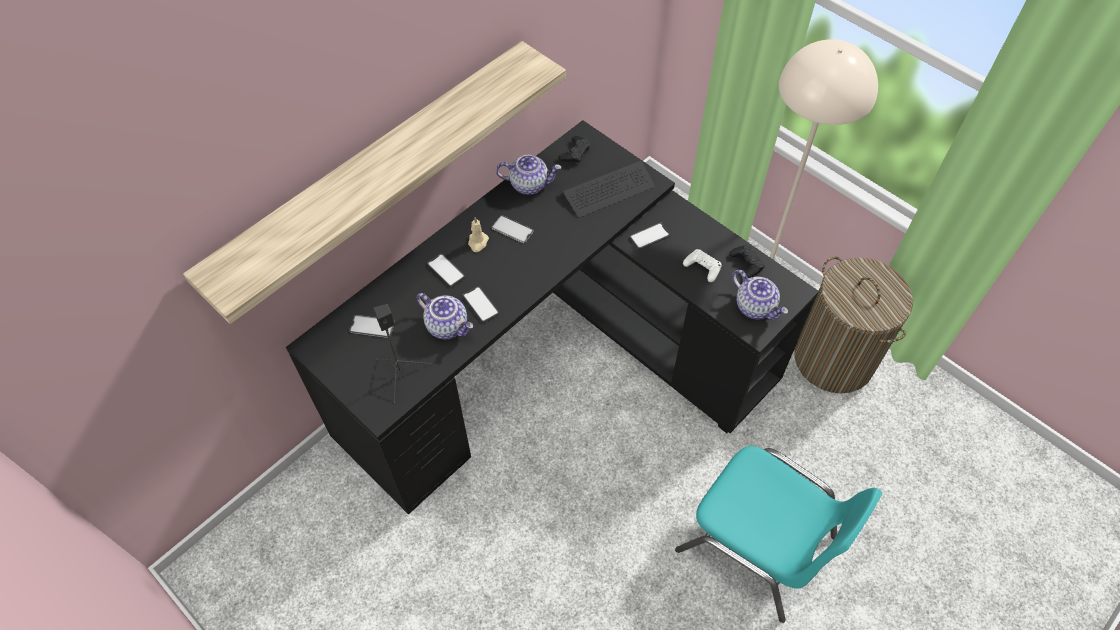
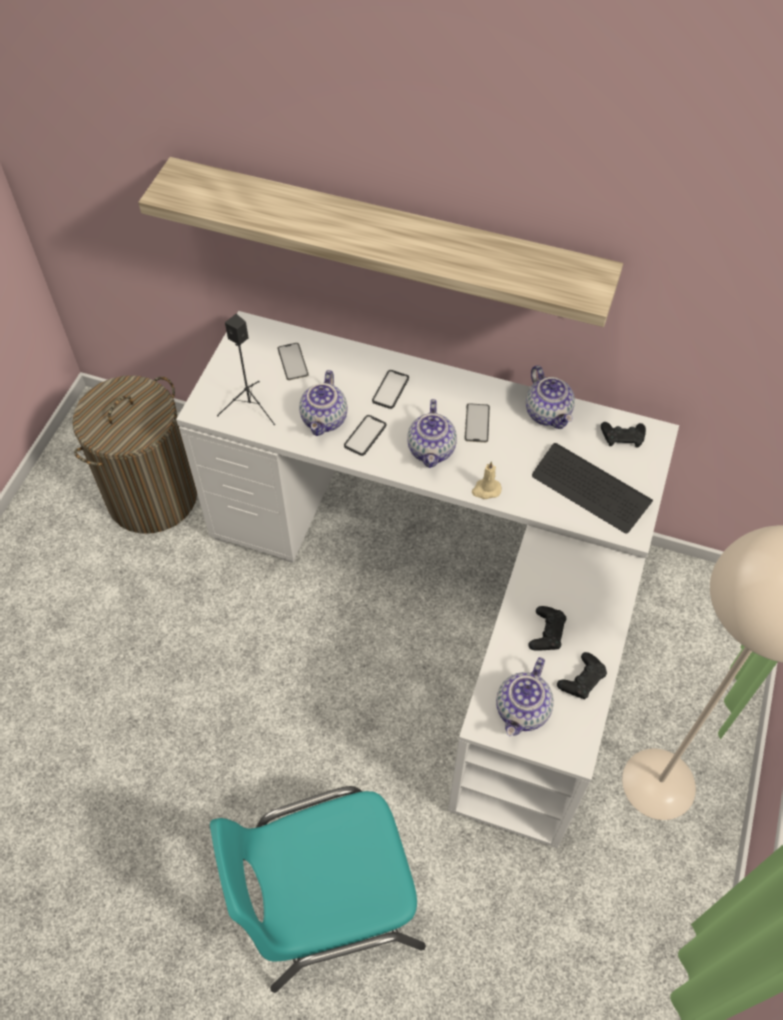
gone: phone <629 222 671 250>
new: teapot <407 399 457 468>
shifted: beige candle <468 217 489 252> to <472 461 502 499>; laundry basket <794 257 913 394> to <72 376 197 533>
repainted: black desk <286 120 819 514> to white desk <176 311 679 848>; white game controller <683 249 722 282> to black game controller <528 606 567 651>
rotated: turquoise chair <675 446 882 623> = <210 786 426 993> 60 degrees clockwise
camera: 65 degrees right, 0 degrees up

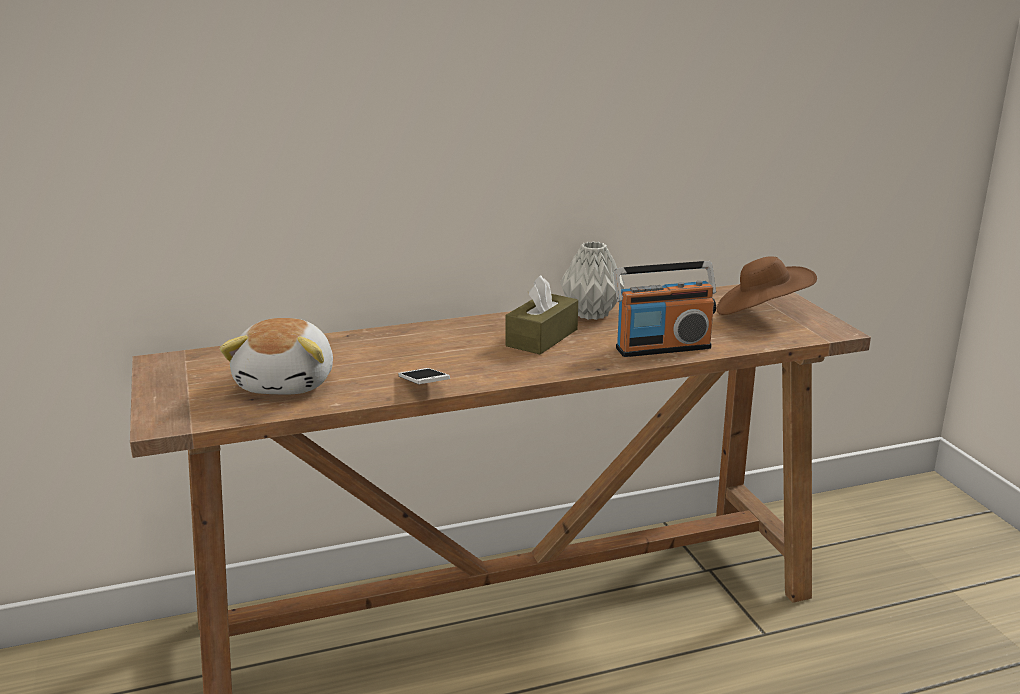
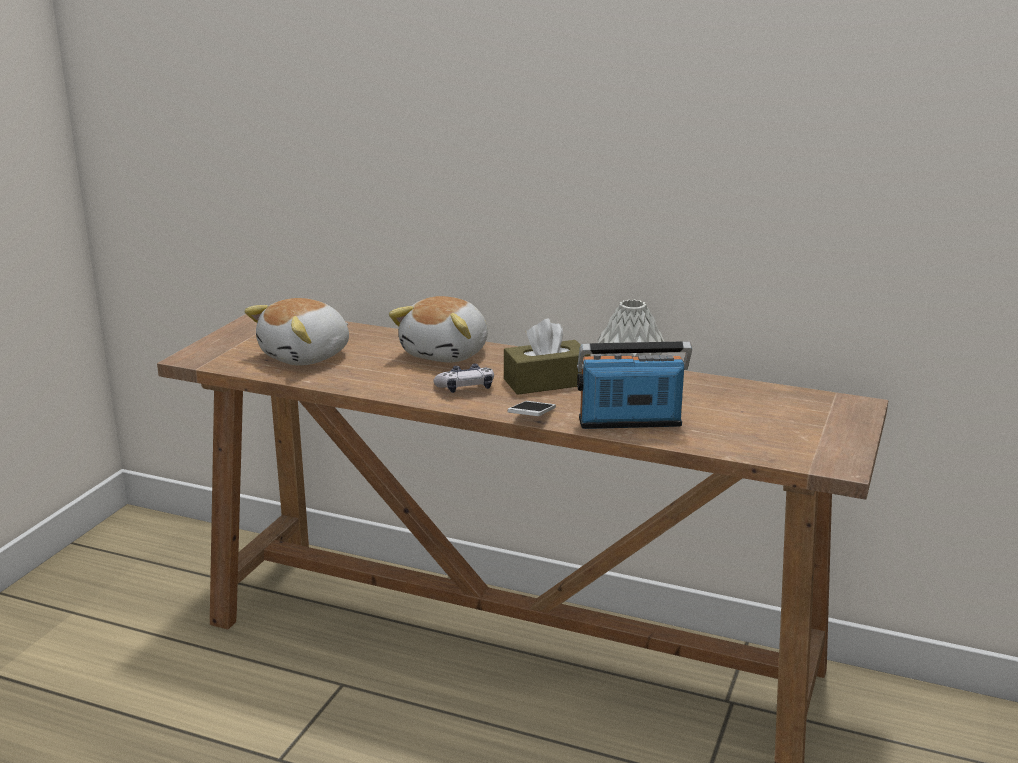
gone: brown hat <716 256 817 315>
new: plush toy <389 296 488 363>; game controller <433 364 494 393>
shifted: phone <398 368 450 384> to <508 401 556 416>
rotated: radio <614 261 716 357> = <577 342 692 429> 150 degrees clockwise
camera: 40 degrees right, 0 degrees up

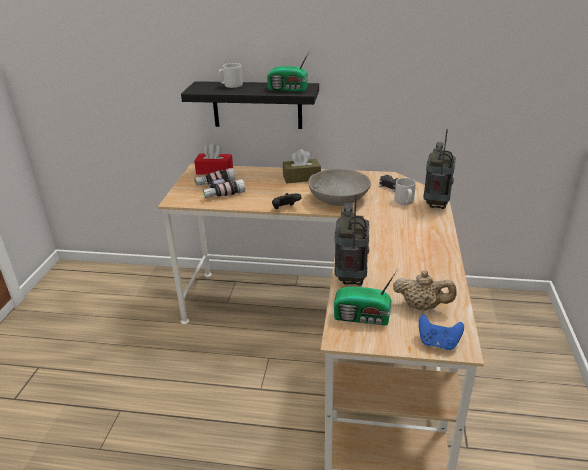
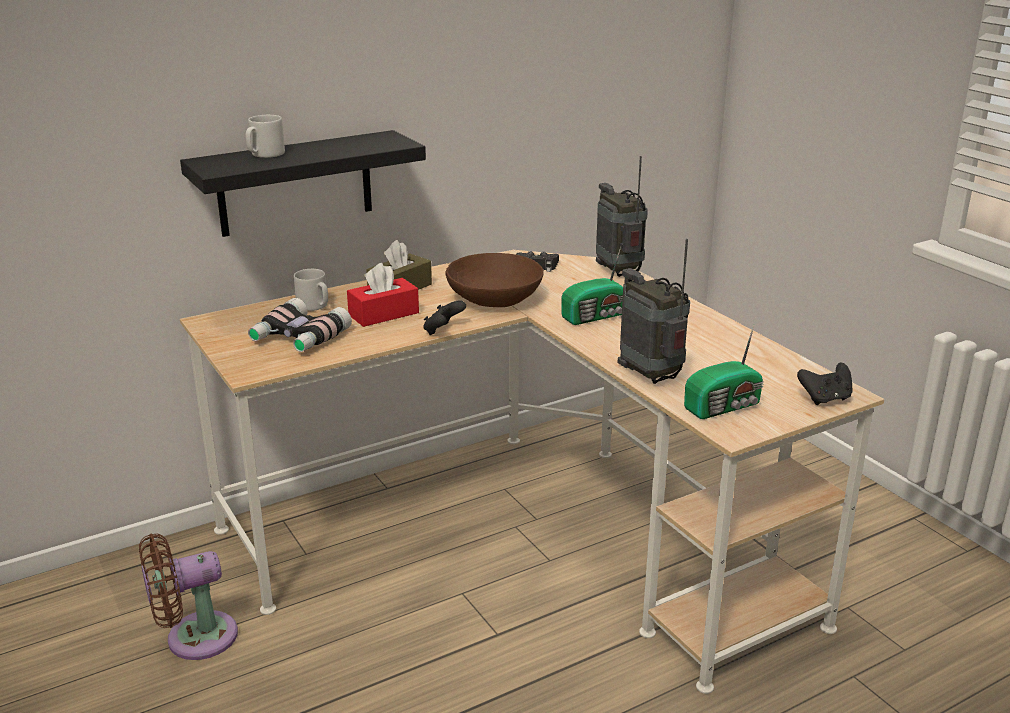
gone: beige teapot <393 270 457 311>
new: brown fan <139 534 238 660>
shifted: radio <267 50 310 92> to <561 247 623 325>; red tissue box <194 143 233 175> to <347 263 419 327>; grey mug <395 178 416 205> to <294 269 328 311>
repainted: grey bowl <308 169 371 206> to brown bowl <445 253 544 307>; blue game controller <419 315 464 350> to black game controller <797 362 852 405>
camera: 40 degrees left, 5 degrees down

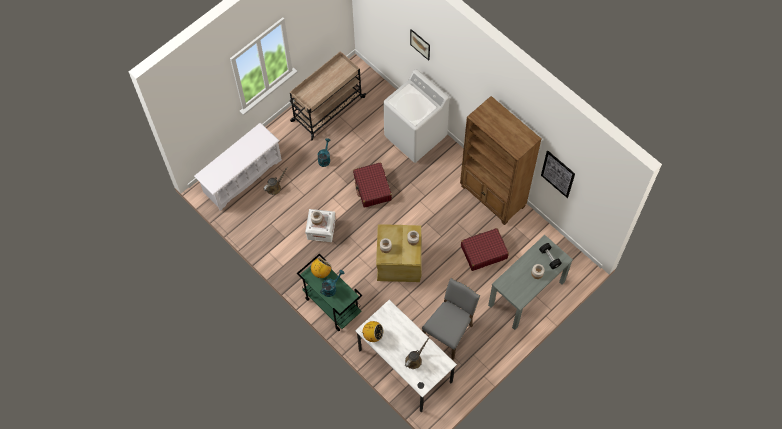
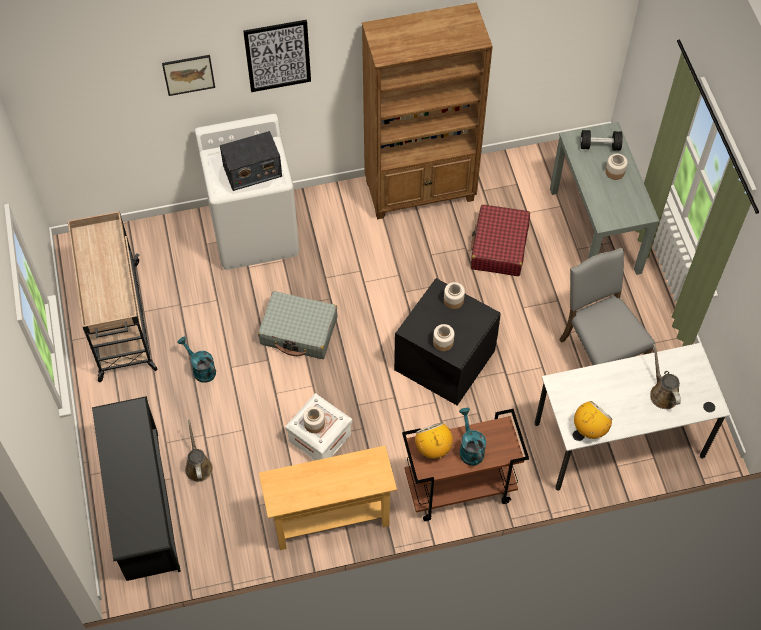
new: radio <220 131 282 191>; beige console table <259 445 397 550>
shifted: picture <541 151 575 198> to <243 20 311 92>
repainted: white shoe rack <194 123 282 211> to black shoe rack <92 396 181 581>; red suitcase <353 162 392 208> to grey suitcase <258 291 338 359>; beige storage box <376 224 422 282> to black storage box <394 278 501 405>; green cart <297 254 362 331> to brown cart <402 409 529 521>
camera: 60 degrees left, 5 degrees down

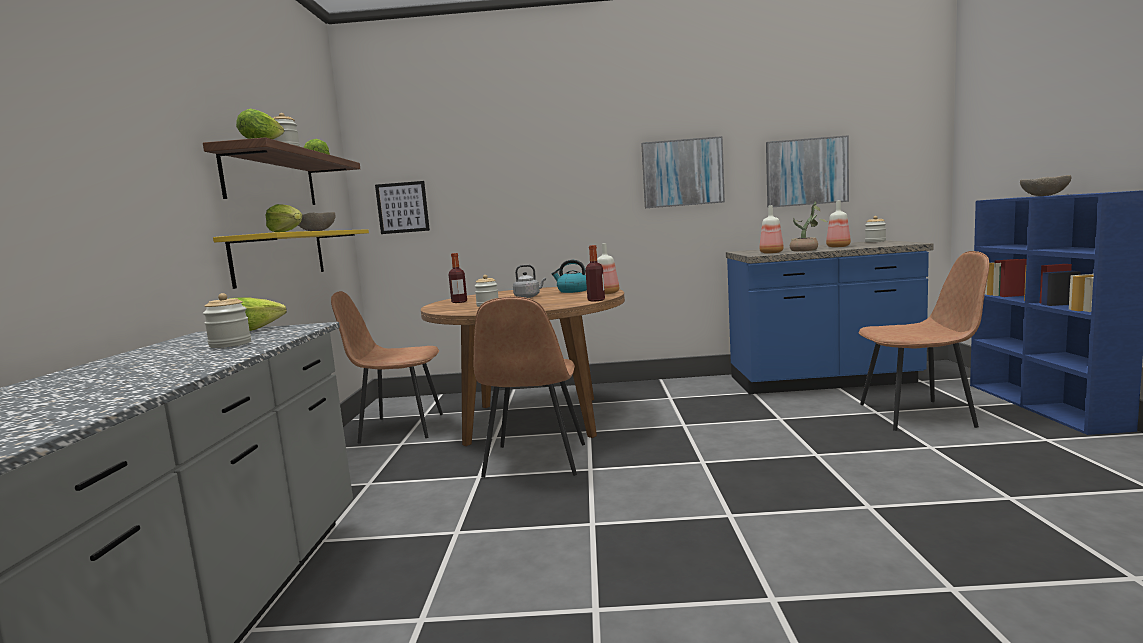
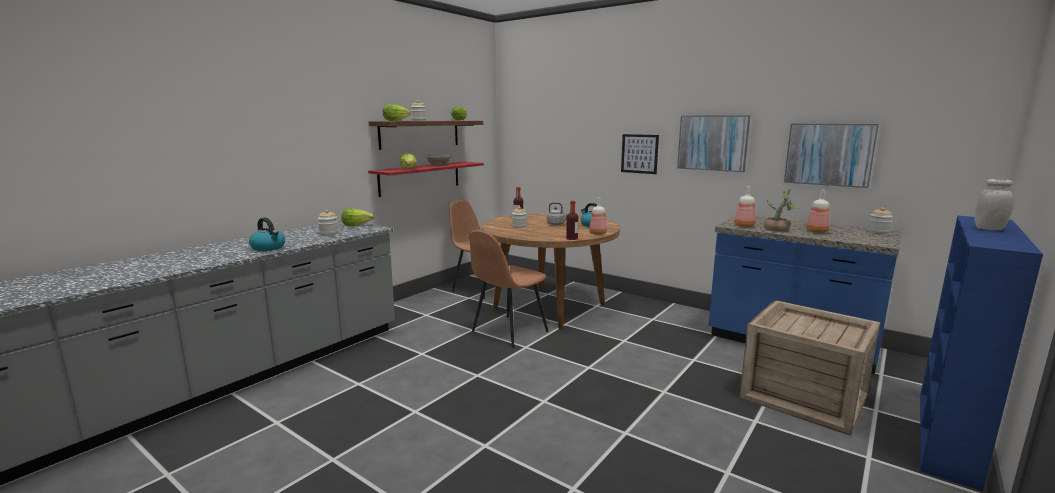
new: kettle <249 217 285 251>
shifted: picture <375 181 430 234> to <621 134 659 174>
swapped: beige bowl <1020 175 1071 196> to white jar <974 179 1013 230>; brown chair <859 251 989 431> to crate <739 300 880 436>
repainted: yellow shelf <213 229 369 289> to red shelf <368 162 484 197>
camera: 35 degrees right, 5 degrees up

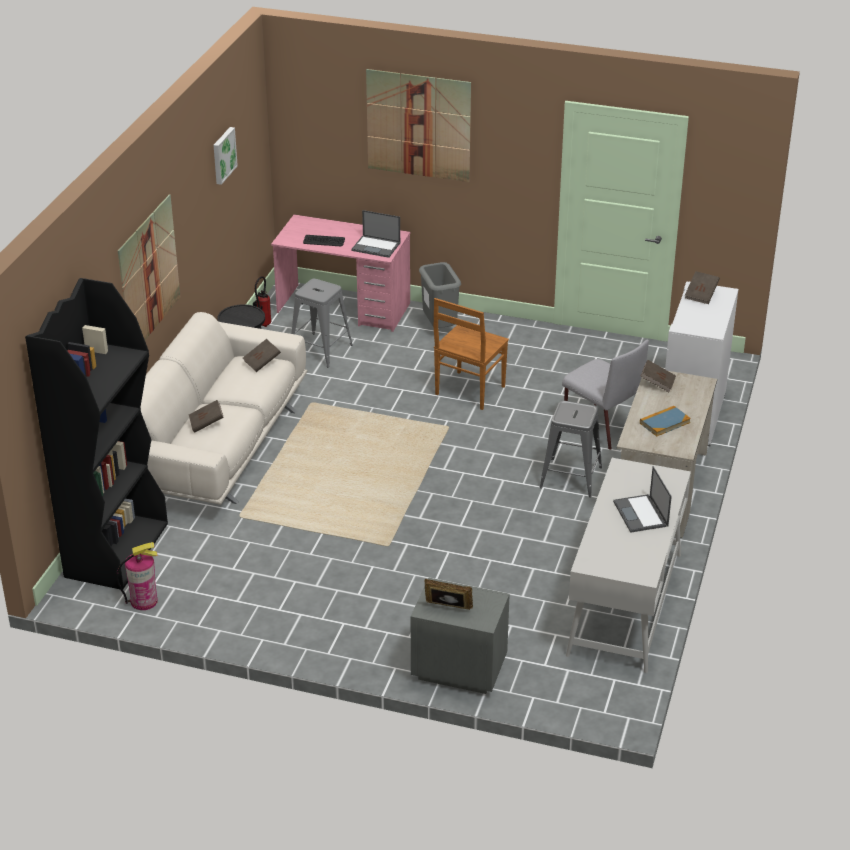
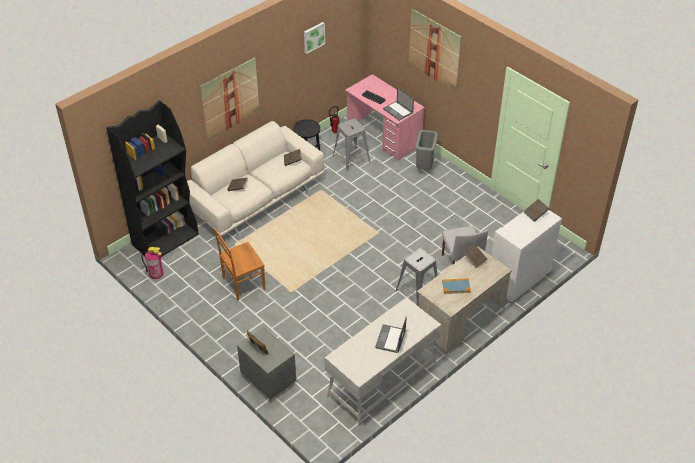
shifted: brown chair <434 298 509 410> to <214 228 265 300>
camera: 30 degrees right, 10 degrees up

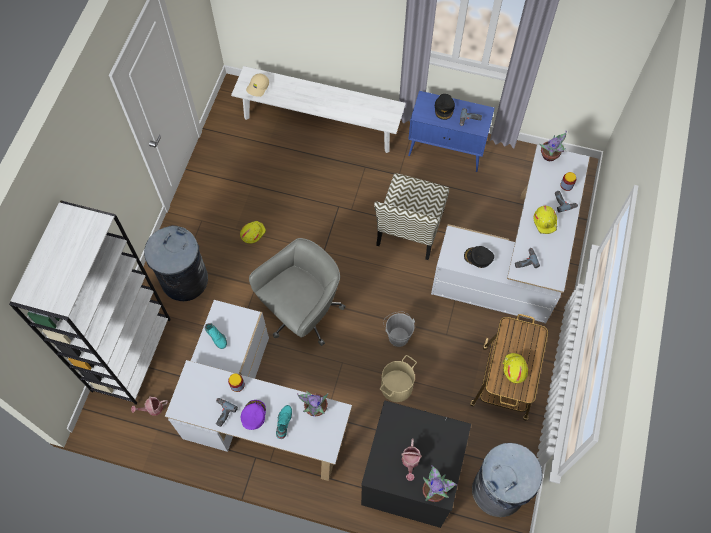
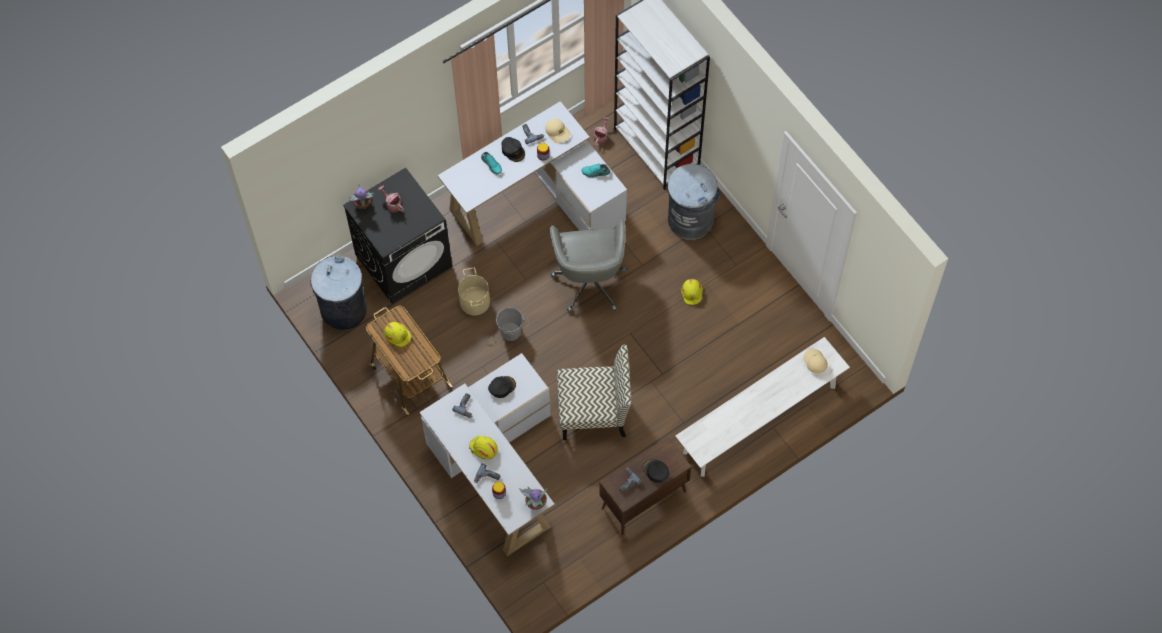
gone: potted plant <297 391 328 416>
new: beige cap <545 119 571 143>
repainted: blue cabinet <408 91 495 172> to brown cabinet <599 437 691 535>; purple cap <241 400 266 430> to black cap <502 137 525 162>
rotated: chair <374 173 449 260> = <557 344 632 440> 120 degrees clockwise
camera: 130 degrees right, 0 degrees up

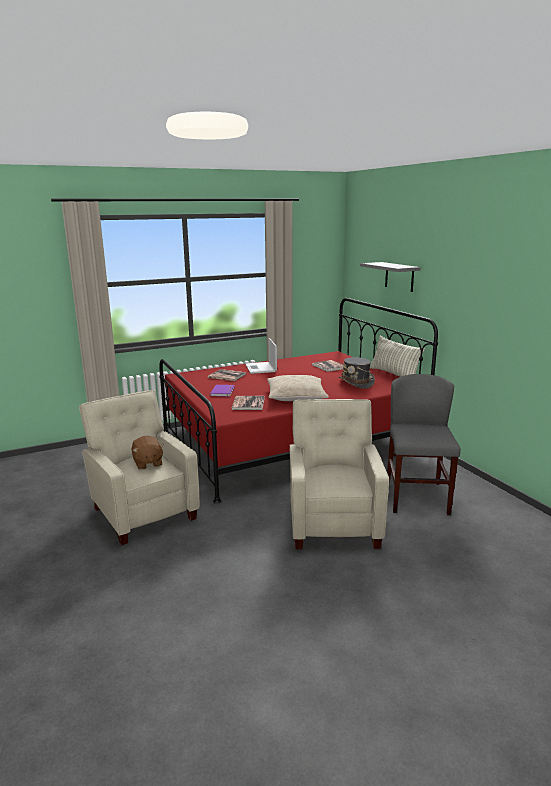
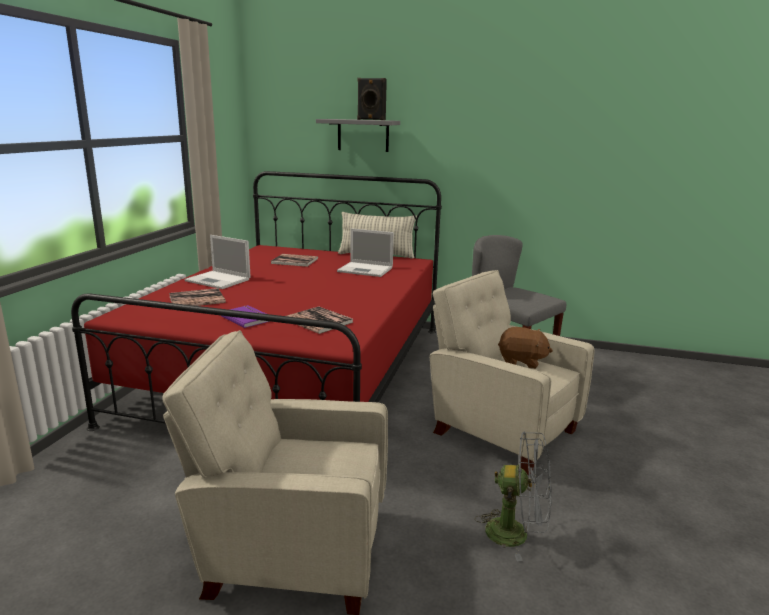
gone: beige pillow <267 375 329 401>
new: black speaker <357 78 387 120>; grey fan <475 432 552 561>
shifted: brown plush toy <132 436 164 470> to <498 327 553 369>
swapped: grey hat <339 357 375 389> to laptop <337 228 394 277>
camera: 50 degrees left, 0 degrees up

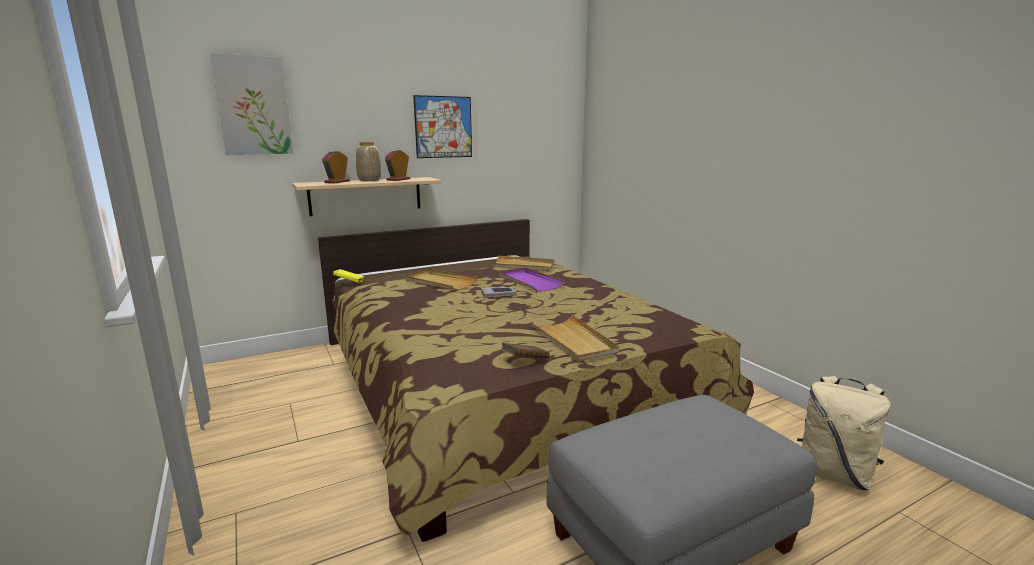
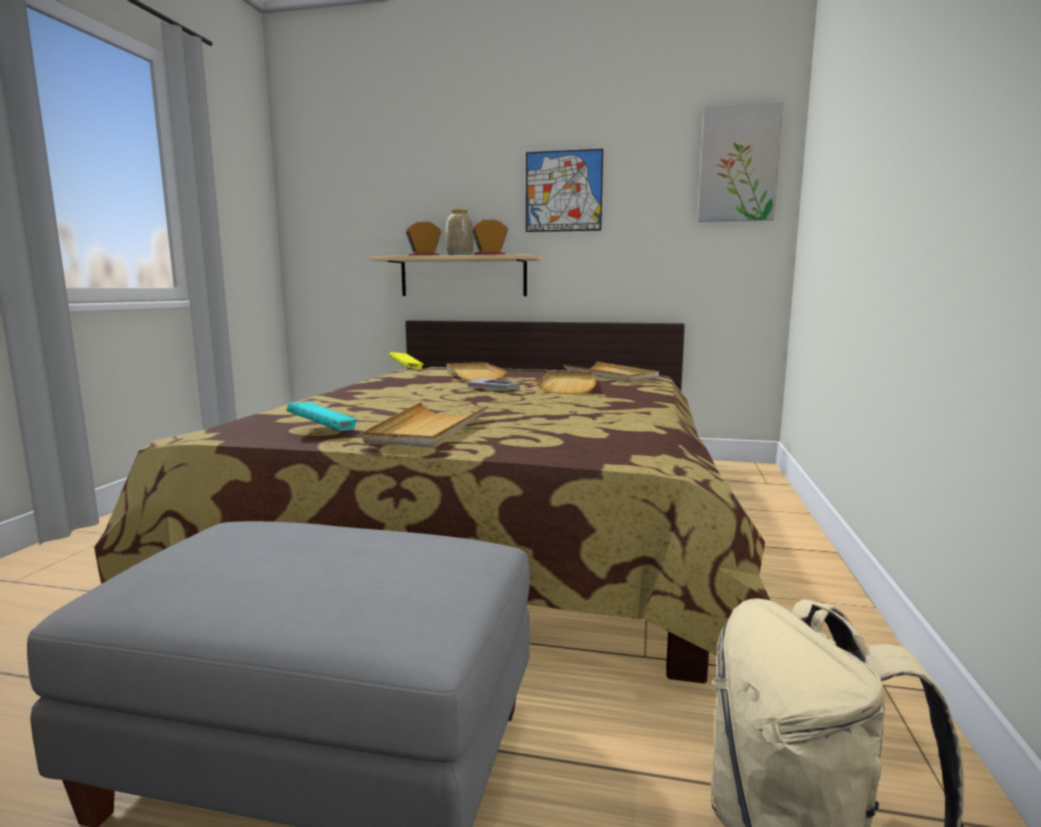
shifted: picture <210 53 294 155> to <698 102 783 222>
repainted: purple tray <499 267 565 291> to beige tray <537 371 596 394>; brown book <501 343 549 358> to turquoise book <287 402 358 431>
camera: 40 degrees right, 5 degrees down

